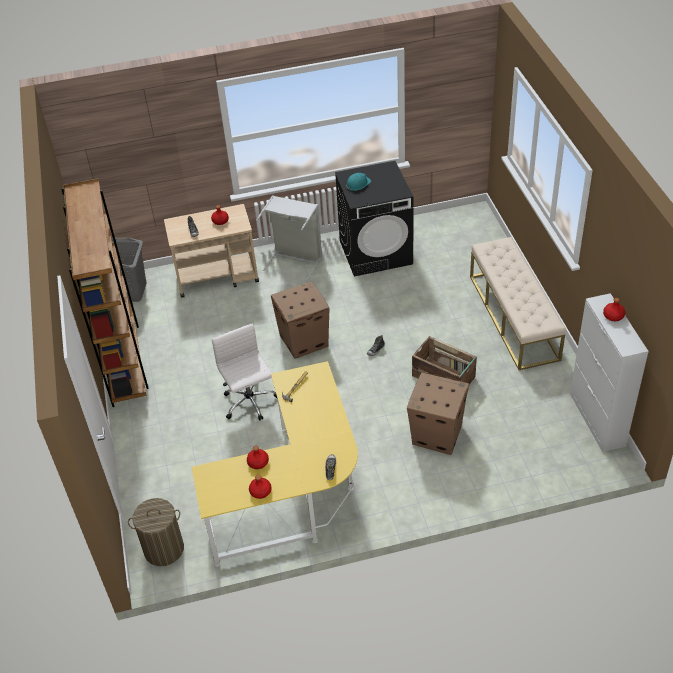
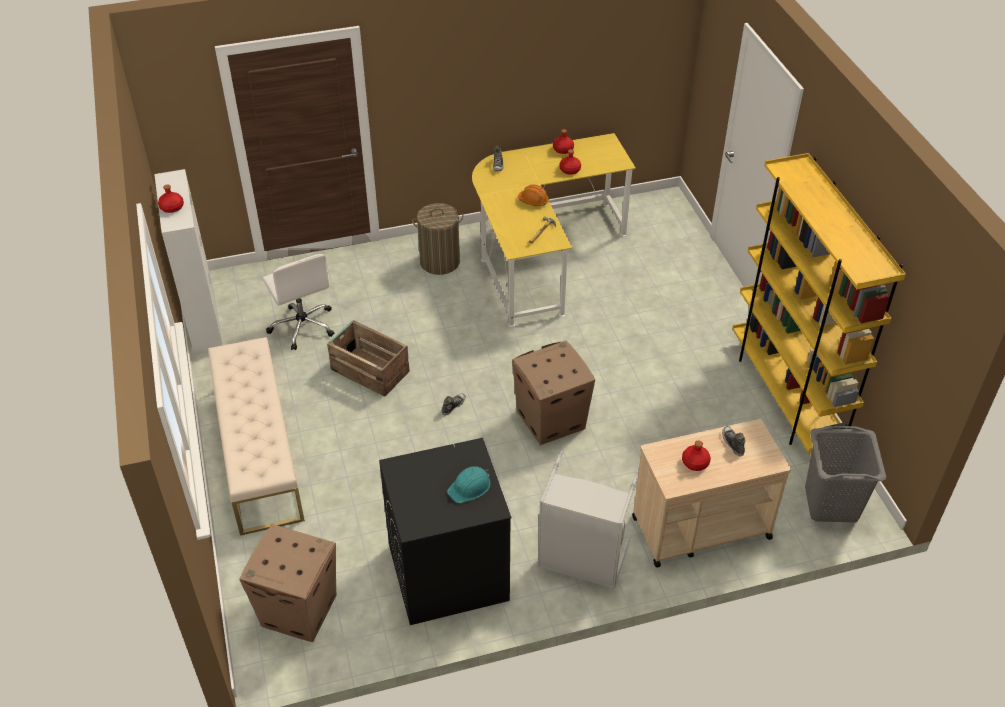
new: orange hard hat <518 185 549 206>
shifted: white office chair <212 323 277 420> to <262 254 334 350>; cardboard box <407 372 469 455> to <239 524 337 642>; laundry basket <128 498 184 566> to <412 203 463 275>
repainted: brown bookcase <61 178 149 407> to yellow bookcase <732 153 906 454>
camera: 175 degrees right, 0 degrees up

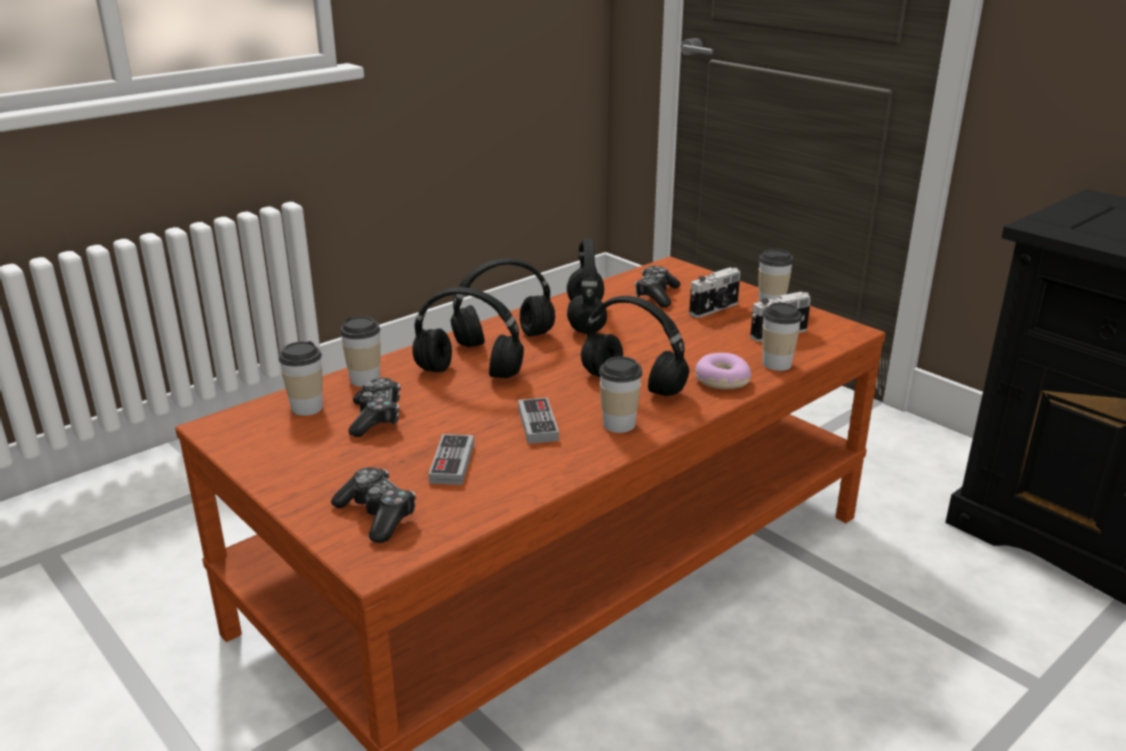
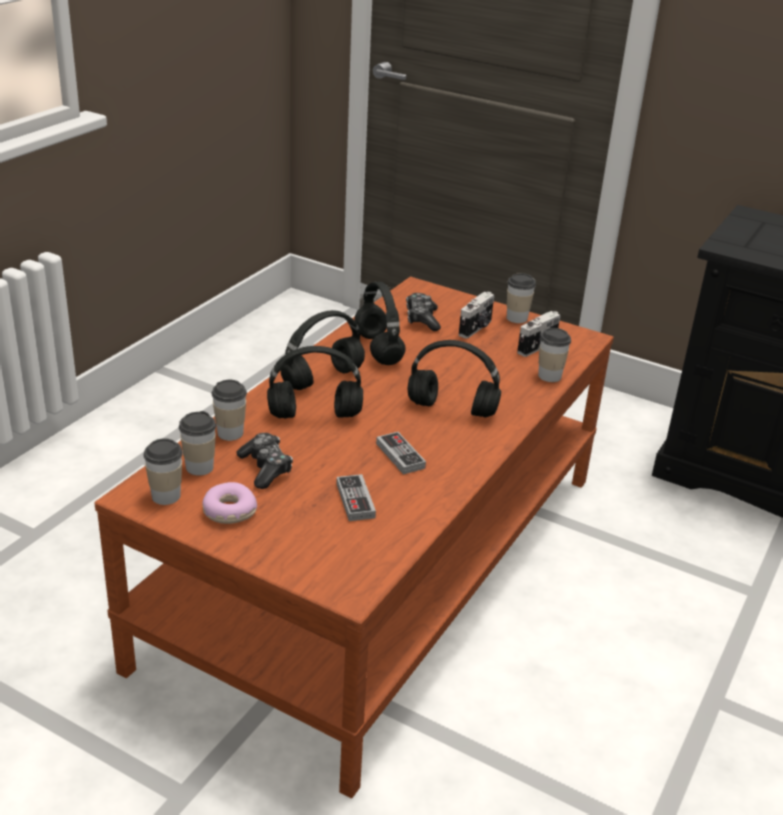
gone: game controller <331 467 416 543>
shifted: donut <695 353 751 389> to <202 482 257 524>; cup <599 356 643 433> to <143 438 183 505>
camera: 20 degrees left, 5 degrees up

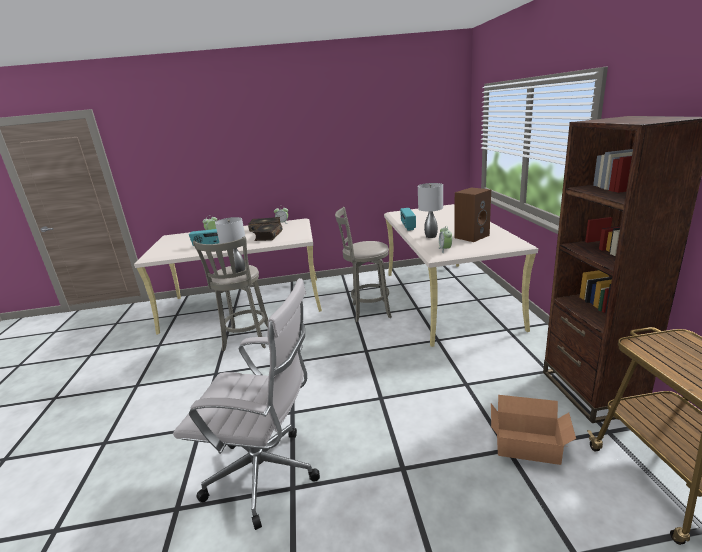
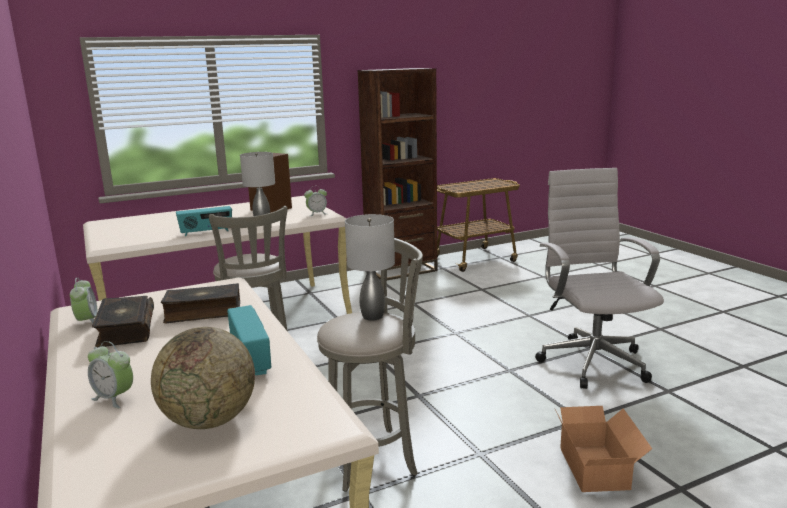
new: globe <151 327 255 429>
shifted: cardboard box <491 395 576 465> to <556 406 652 492>
camera: 110 degrees left, 5 degrees down

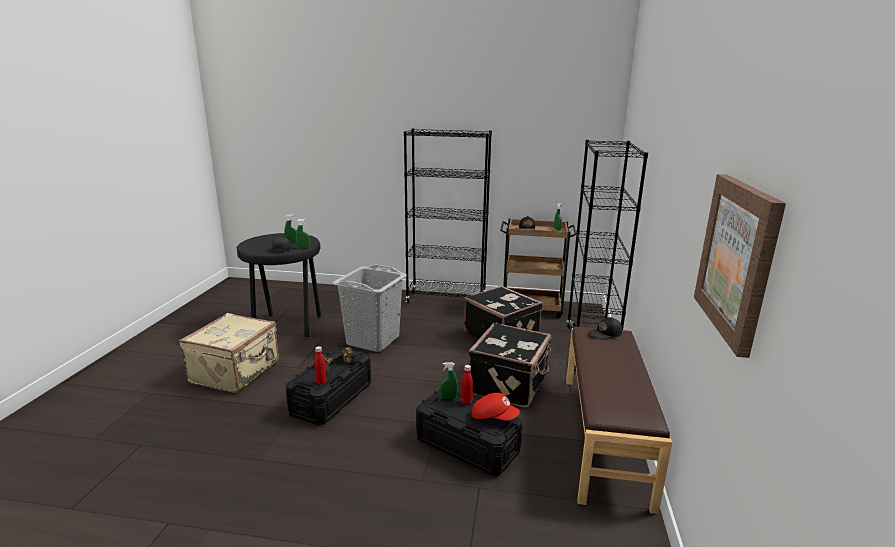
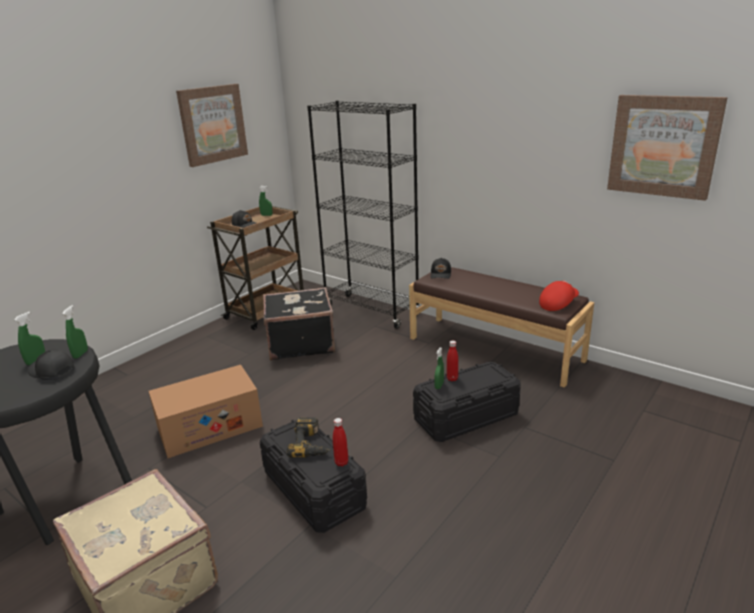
gone: black bookcase <404 128 492 304>; black suitcase <469 322 551 408>
new: picture <176 84 248 167>
shifted: red cap <472 393 520 421> to <539 280 579 311>
swapped: grey laundry basket <333 264 407 352> to cardboard box <149 365 263 458>
camera: 60 degrees left, 5 degrees up

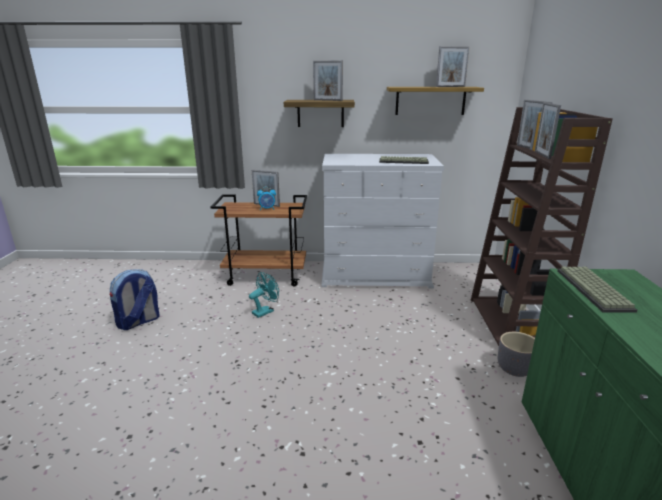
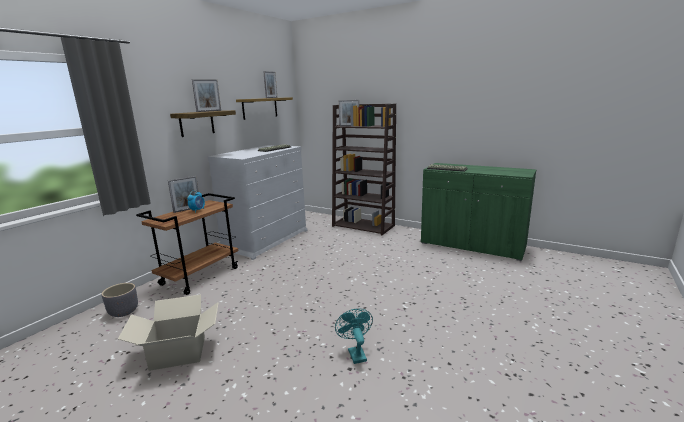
gone: picture frame <535 102 561 159>
shifted: turquoise fan <249 272 279 318> to <335 308 373 364>; grey planter <498 332 535 377> to <102 283 138 317>
swapped: backpack <110 269 160 330> to cardboard box <118 295 219 371>
camera: 60 degrees left, 5 degrees down

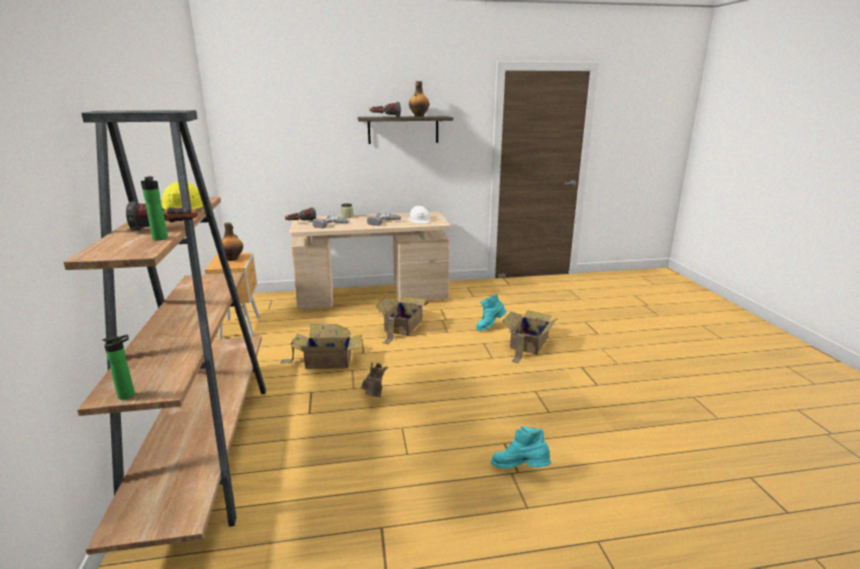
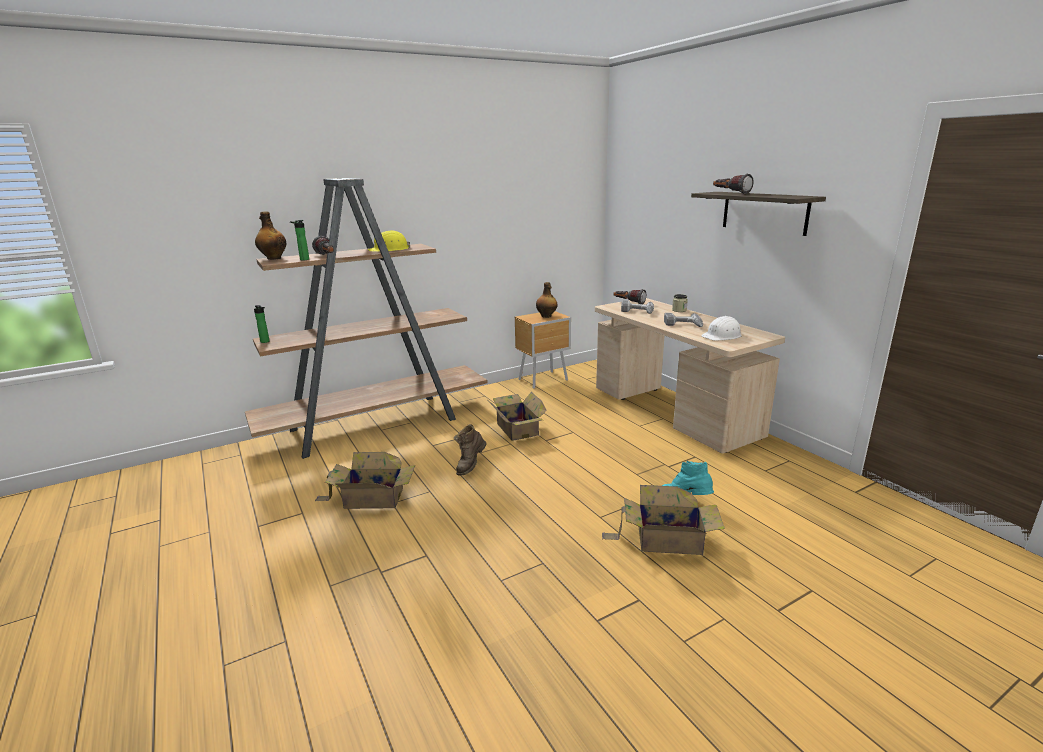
gone: turquoise boot <491 426 551 469>
shifted: bottle <409 81 429 117> to <255 211 286 260>; cardboard box <376 296 429 344> to <315 452 415 509>
rotated: brown boot <361 362 388 397> = <454 424 487 476> 150 degrees clockwise
camera: 70 degrees right, 0 degrees up

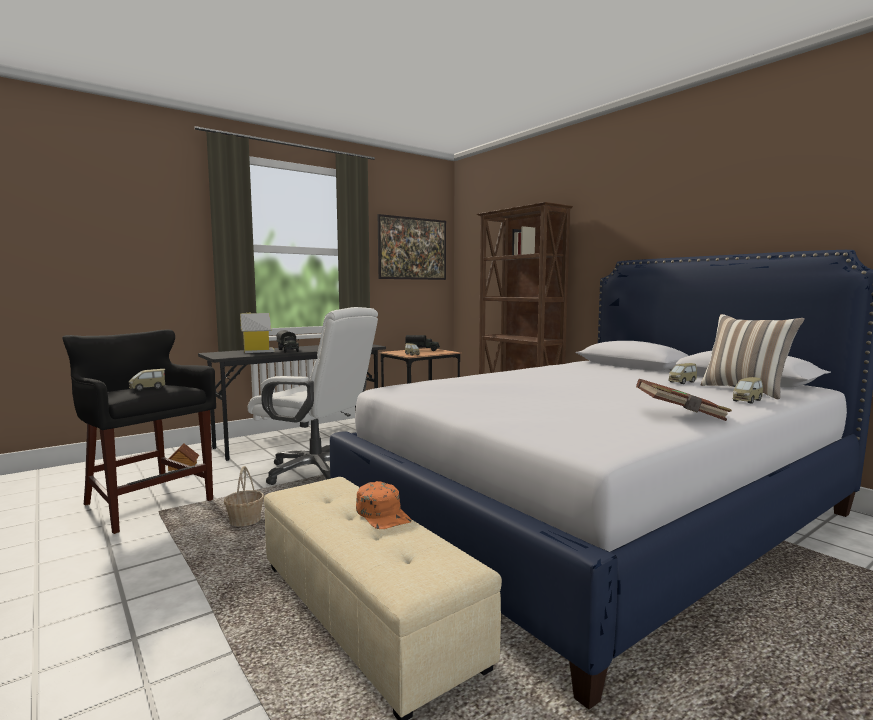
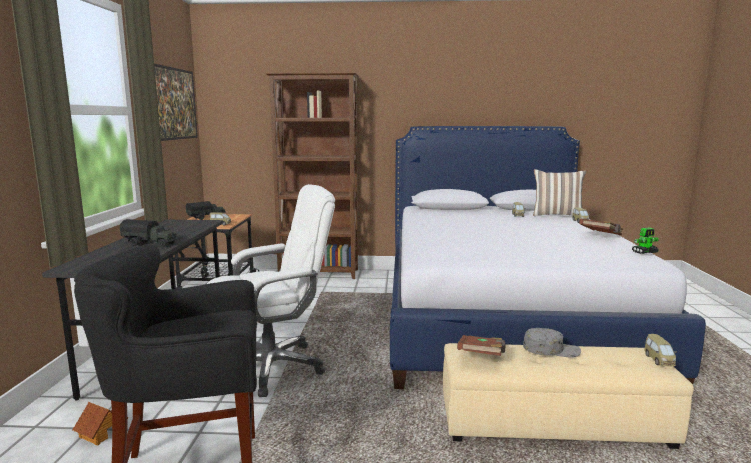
gone: toy house <240 313 275 353>; basket <224 466 264 526>
new: toy robot <632 228 659 254>; brown book <457 335 505 356>
shifted: toy car <129 369 165 391> to <644 334 677 367>
repainted: orange cap <356 481 411 529> to grey cap <523 328 581 358>
camera: 50 degrees left, 5 degrees up

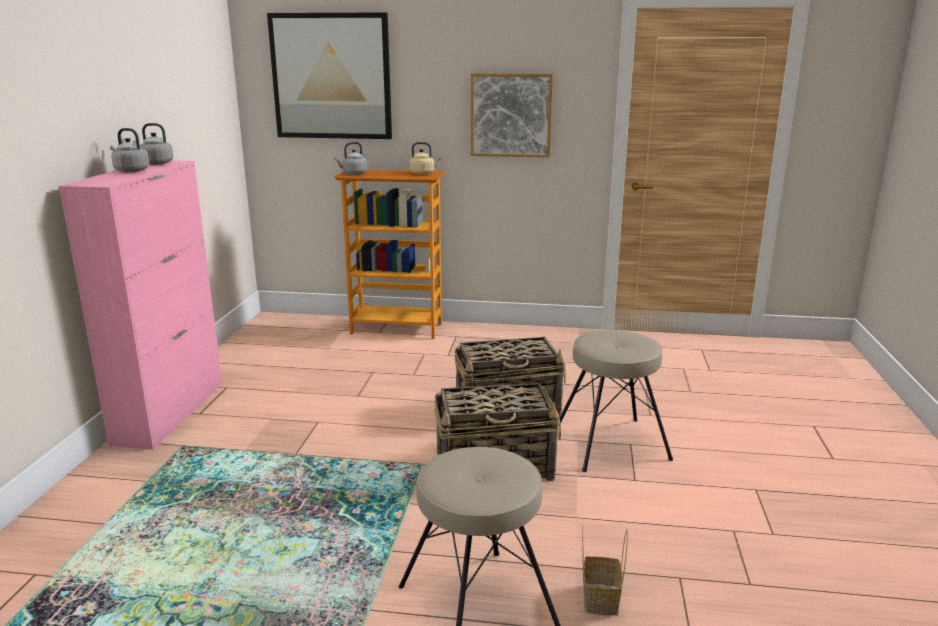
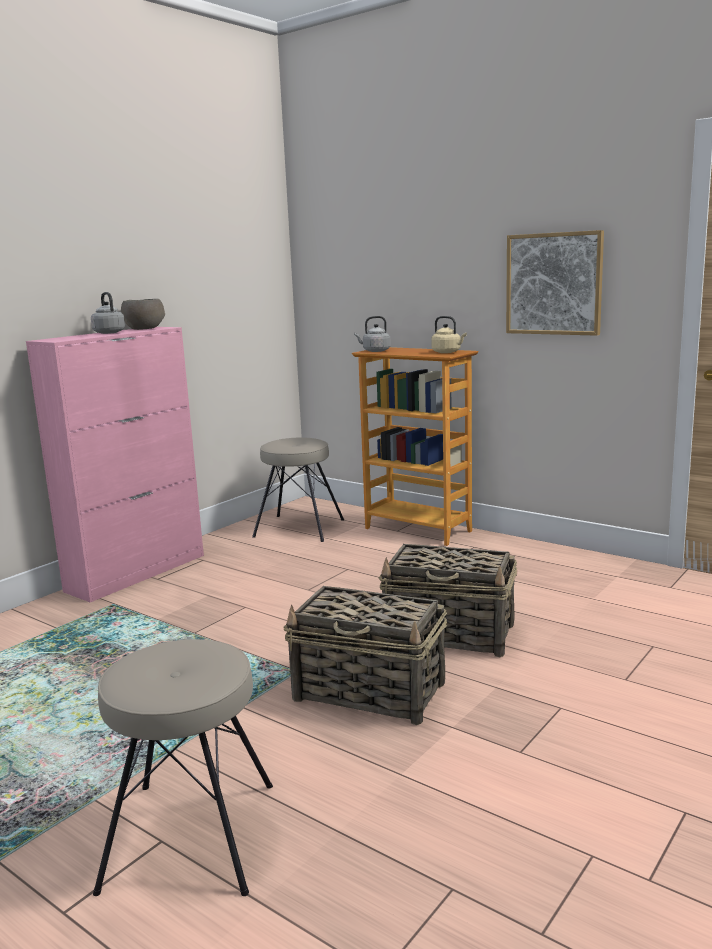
gone: picture <267 12 392 139>; basket <582 525 628 615>
shifted: beige stool <560 330 673 472> to <252 437 344 542>
swapped: grey kettle <133 123 173 165> to grey bowl <121 299 165 330>
camera: 30 degrees right, 5 degrees down

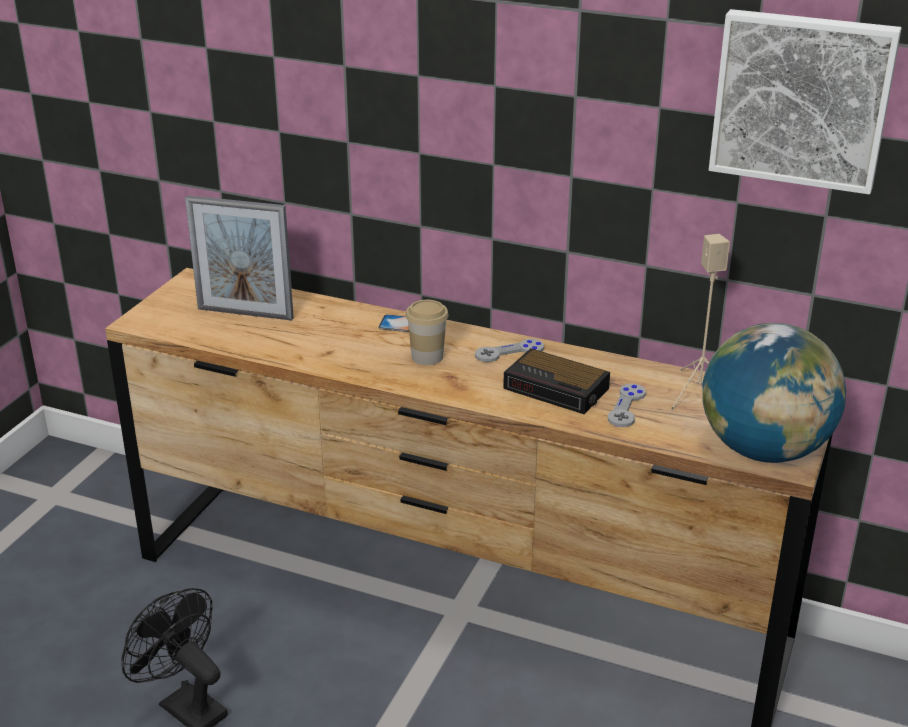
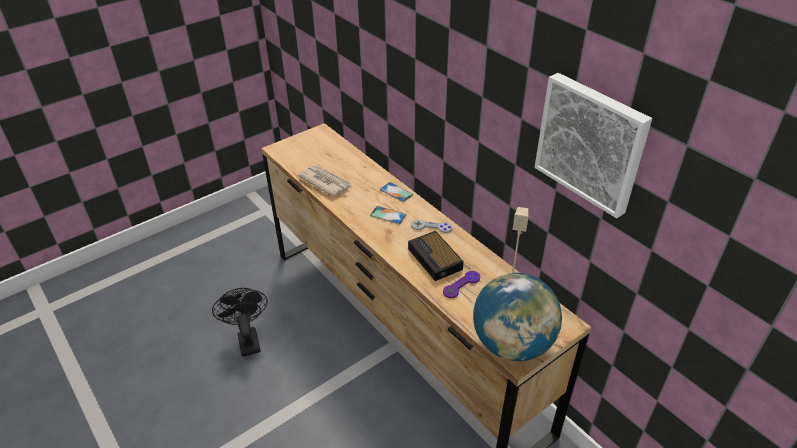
gone: picture frame <185 195 294 321>
new: newspaper <298 165 352 197>
swapped: cup <406 300 449 365> to phone <370 206 406 224>
repainted: grey game controller <608 384 646 427> to purple game controller <443 271 480 298>
camera: 30 degrees right, 10 degrees up

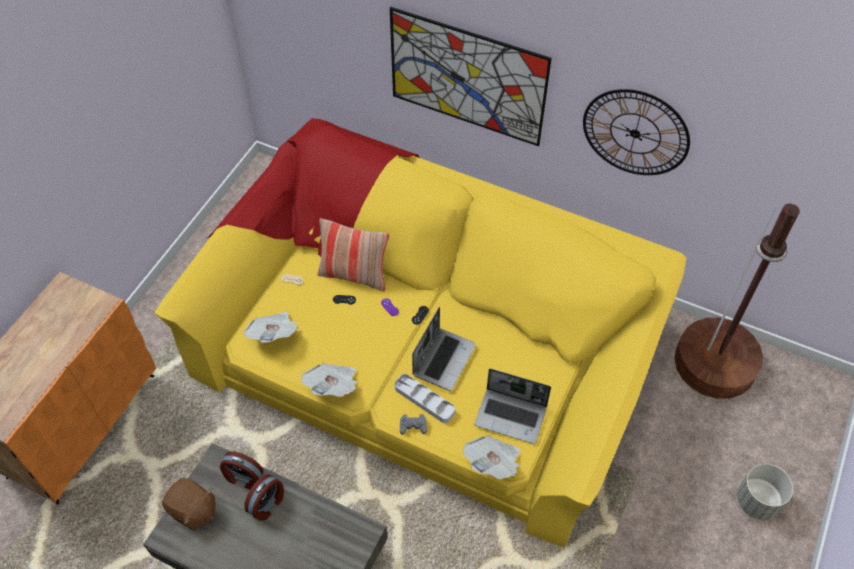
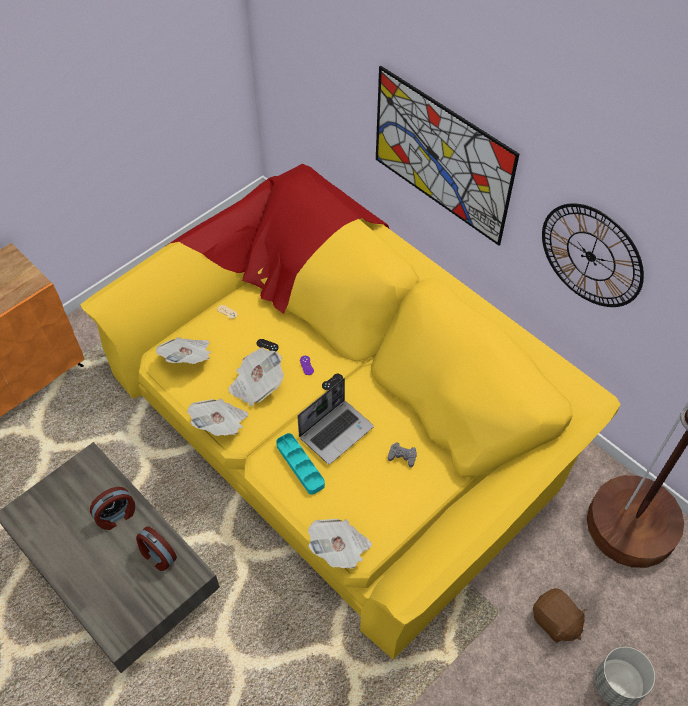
gone: pillow <317 218 389 291>; laptop <475 368 551 444>
new: newspaper <229 348 284 407>
shifted: grey game controller <400 414 427 435> to <388 442 417 467>; alarm clock <220 451 264 490> to <136 526 177 571>; brown plush toy <162 478 216 531> to <533 588 587 643>
repainted: grey tray <395 374 455 423> to turquoise tray <276 433 325 494>
camera: 20 degrees right, 0 degrees up

